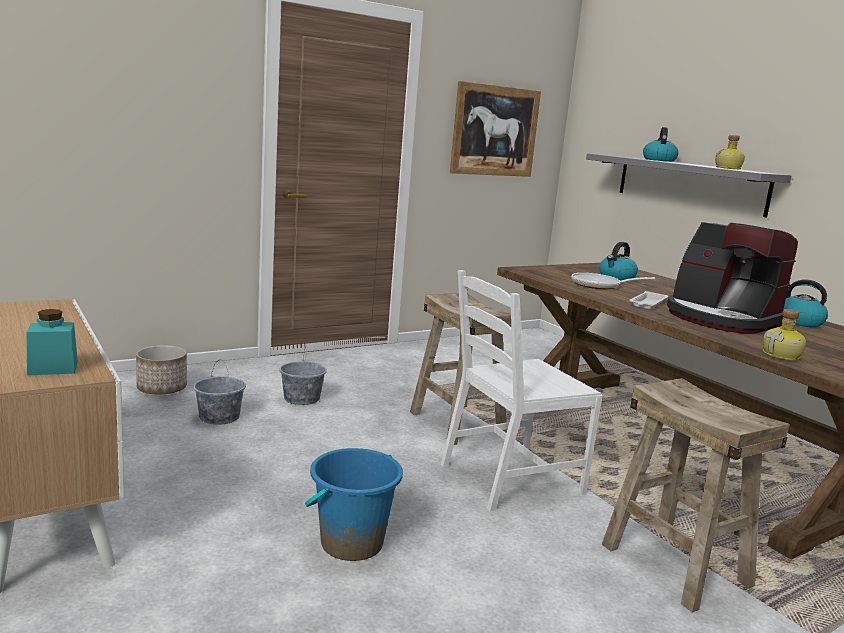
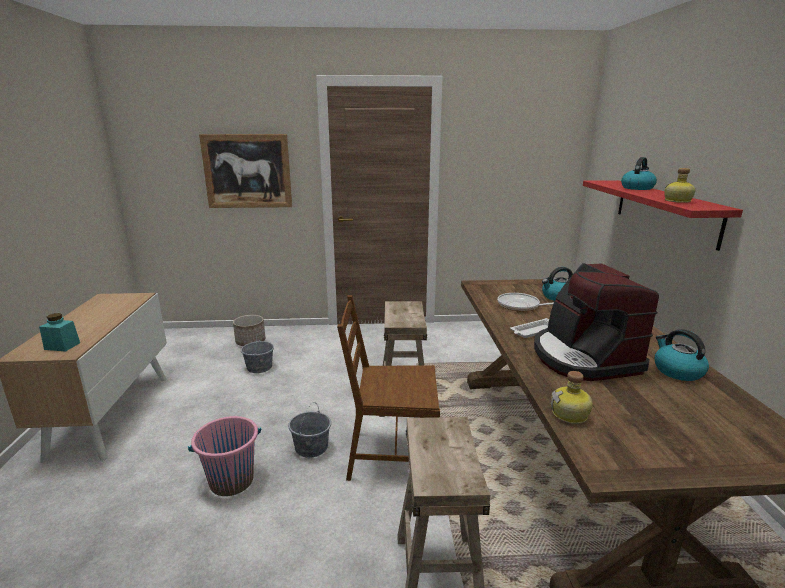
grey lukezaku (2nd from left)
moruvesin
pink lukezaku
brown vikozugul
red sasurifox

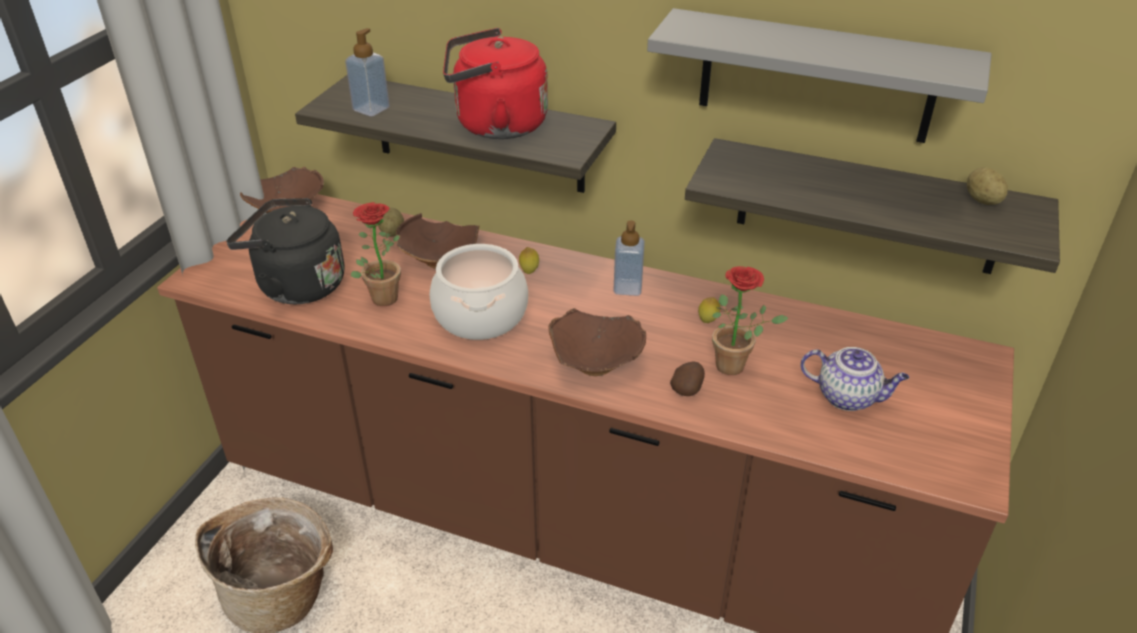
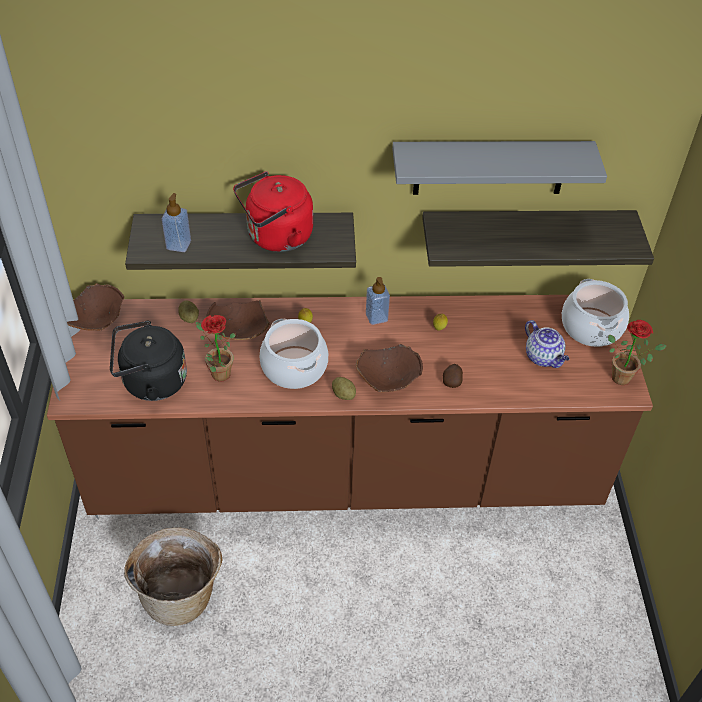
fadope (2nd from left)
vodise (2nd from left)
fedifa (2nd from left)
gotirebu

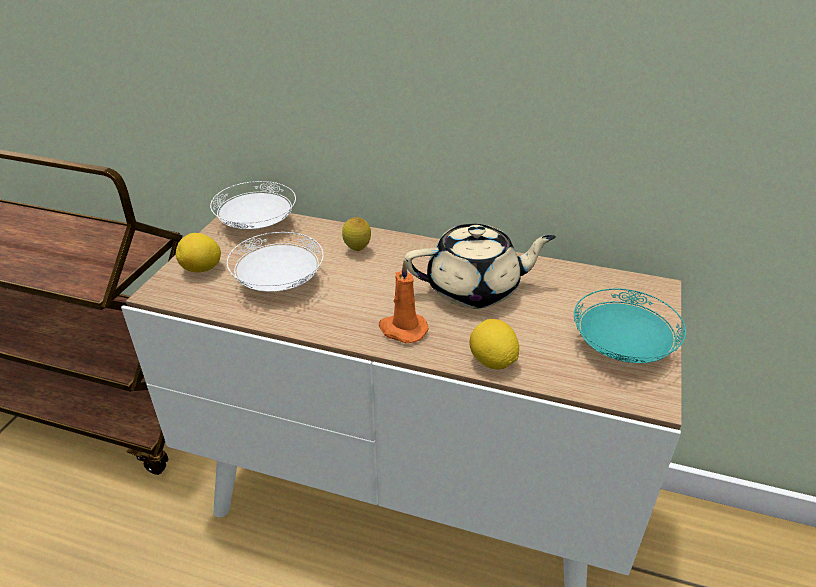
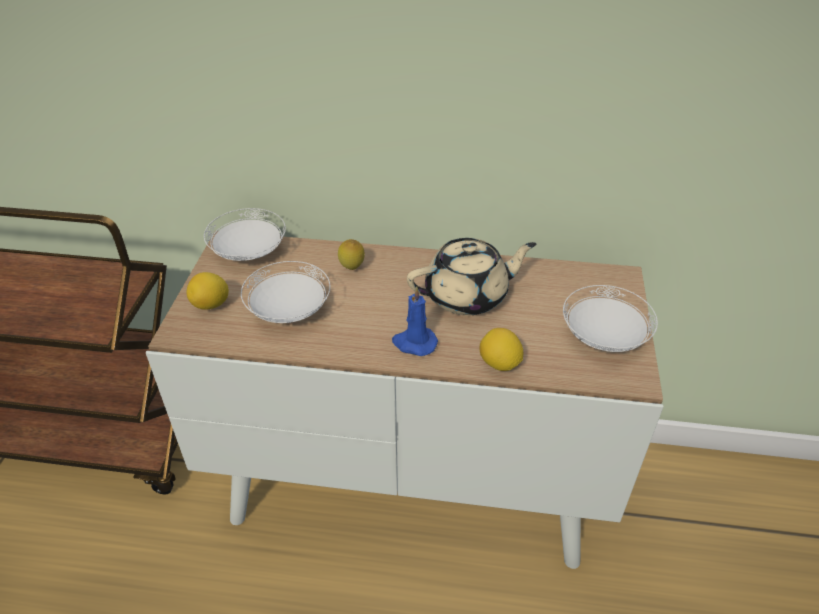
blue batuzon
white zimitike (3rd from left)

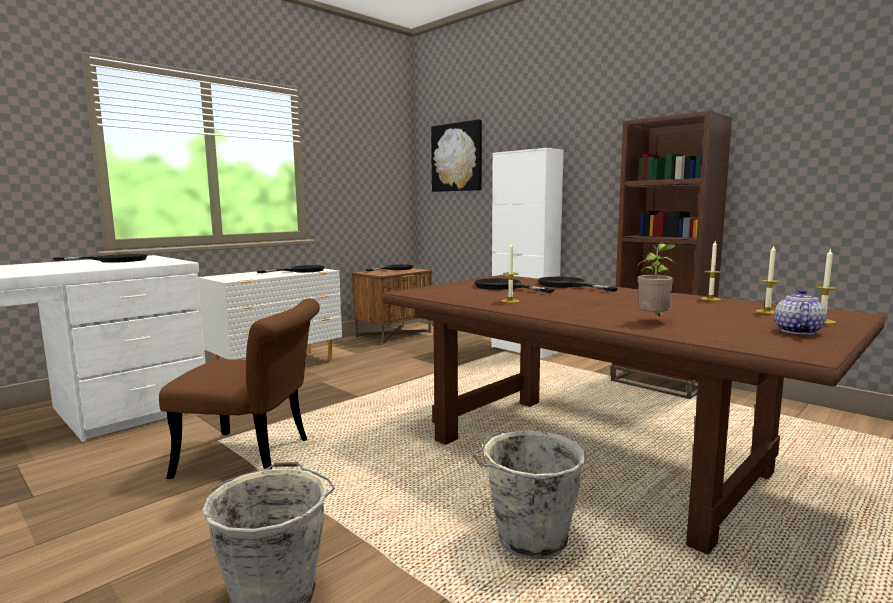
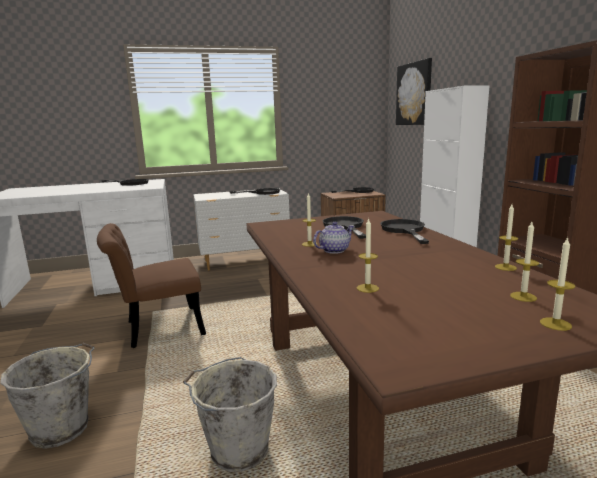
gotirebu
batuzon (2nd from left)
brown vikozugul

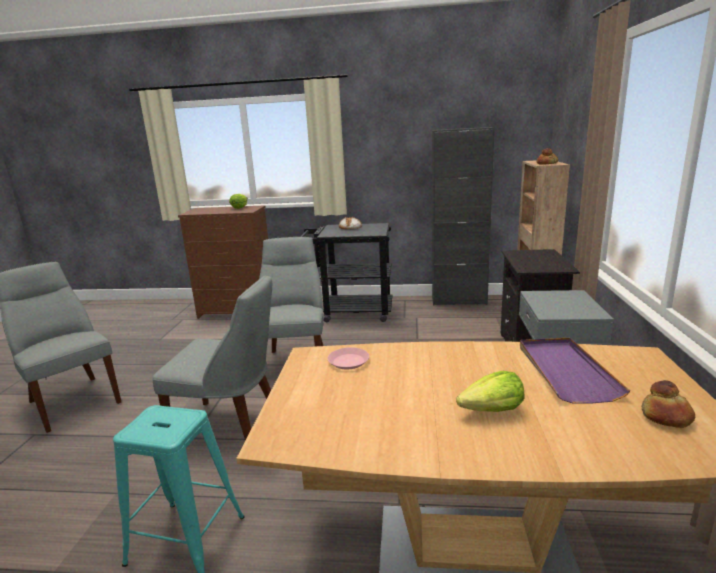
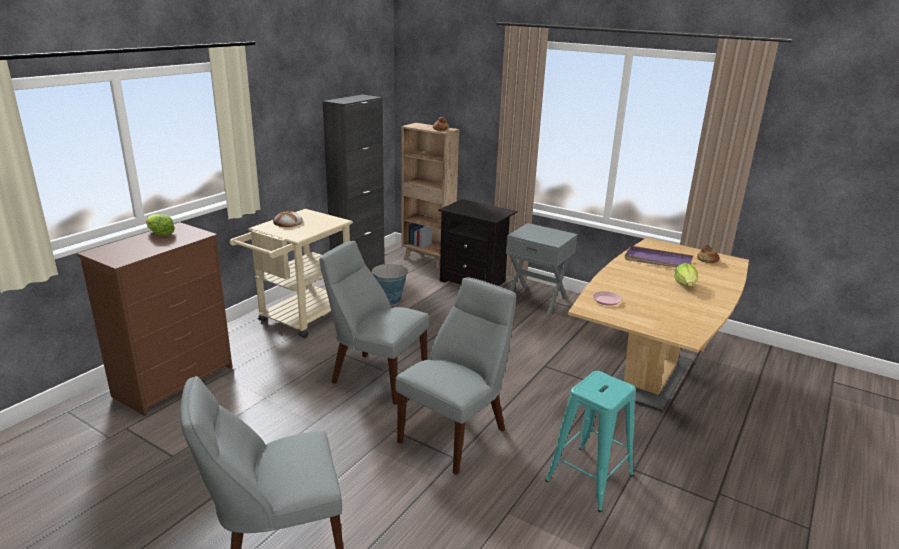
lukezaku
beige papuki

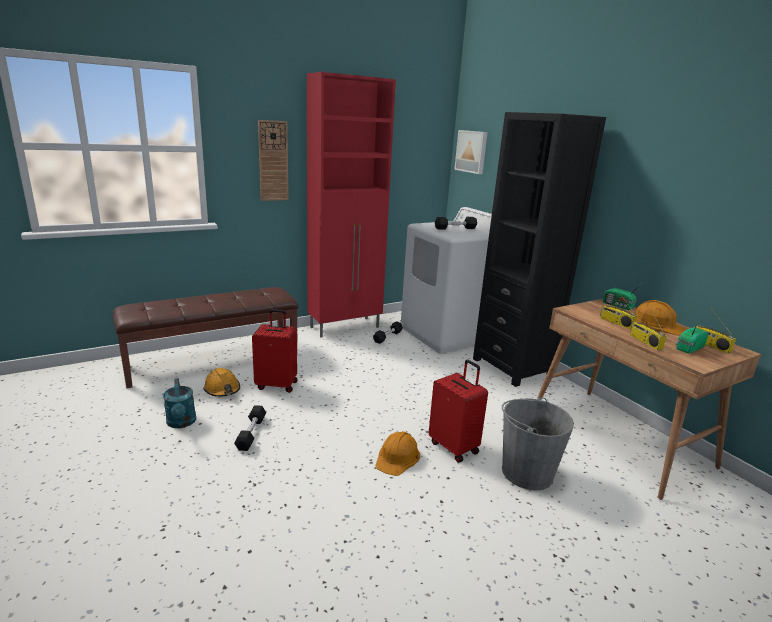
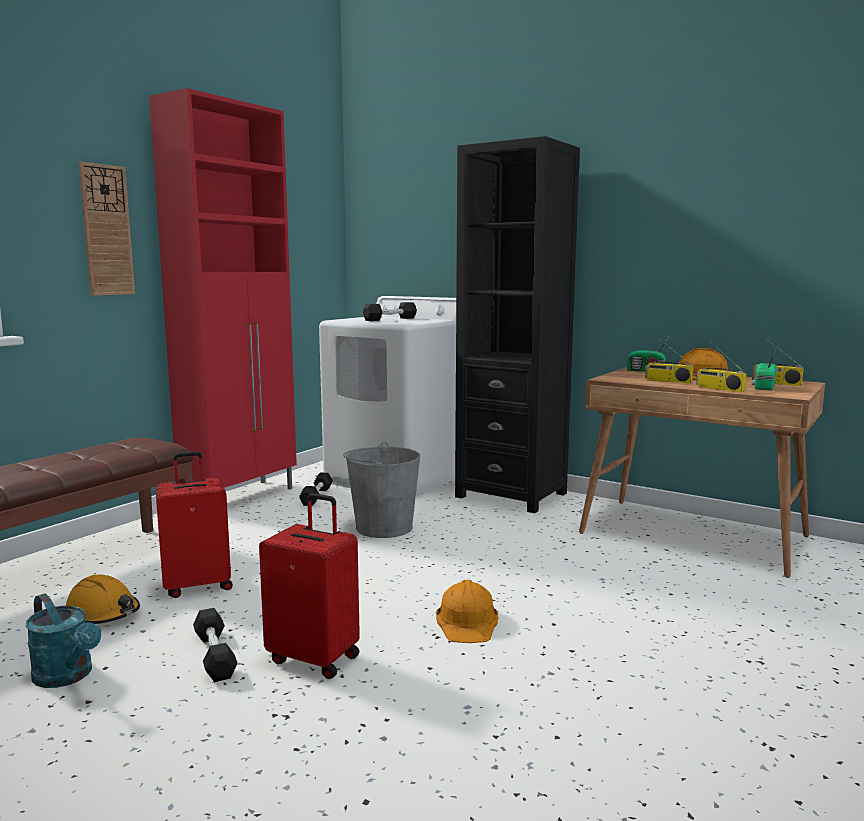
moruvesin
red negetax (2nd from left)
grey lukezaku

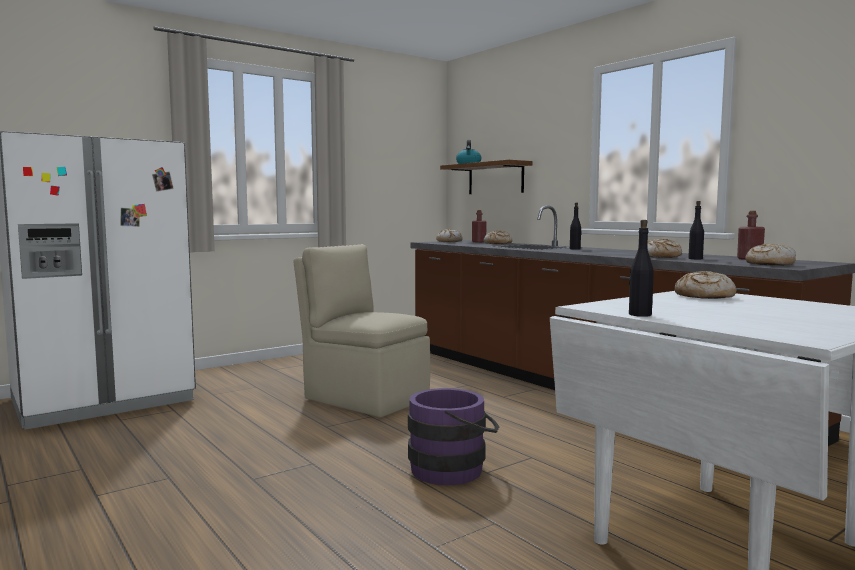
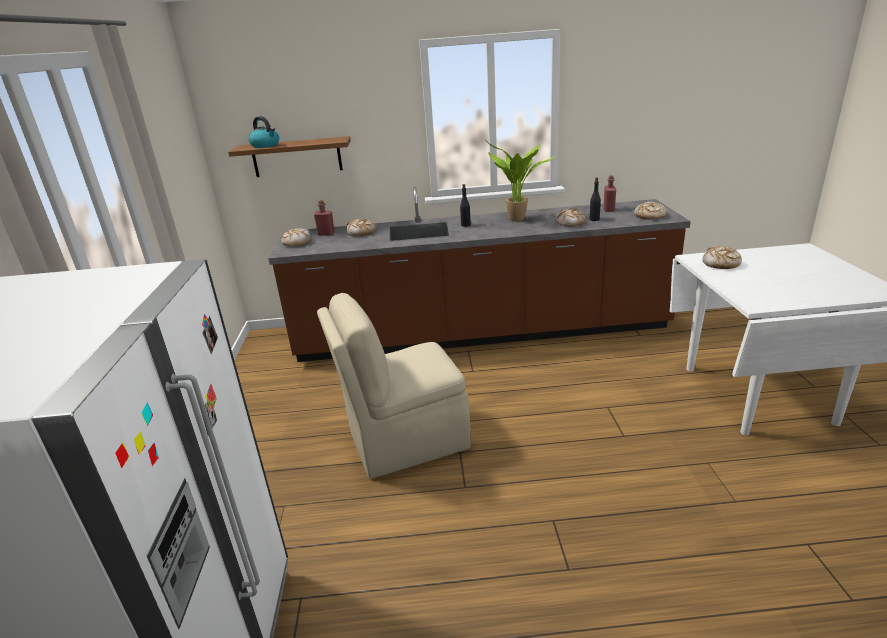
purple lukezaku
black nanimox (2nd from left in the first image)
vodise

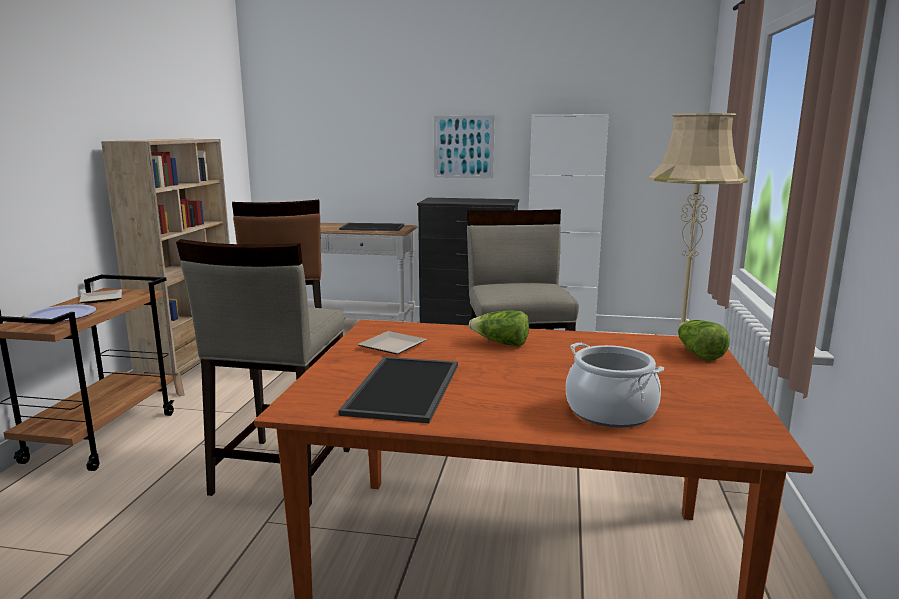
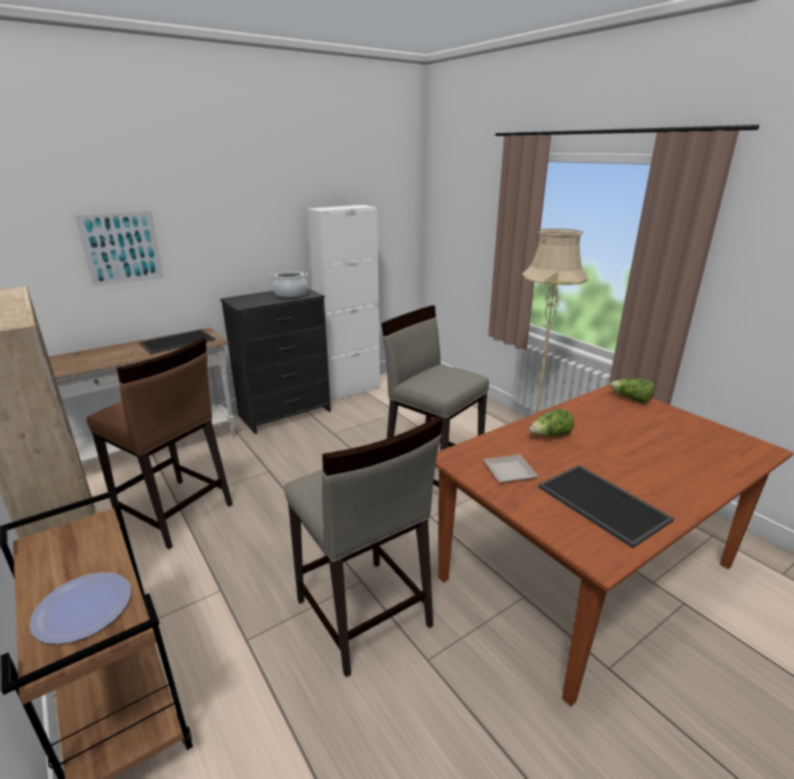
zimitike (2nd from left in the first image)
moruvesin
fadope

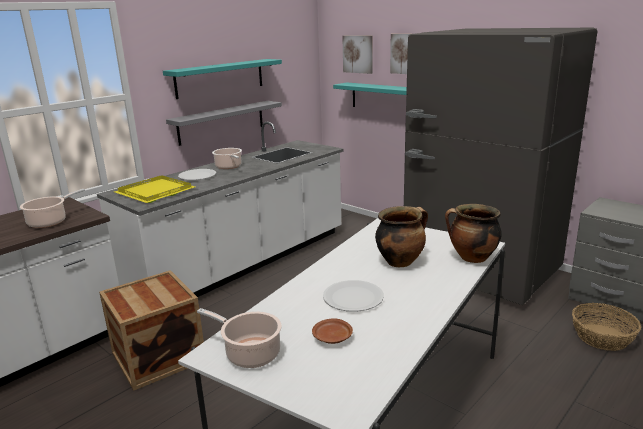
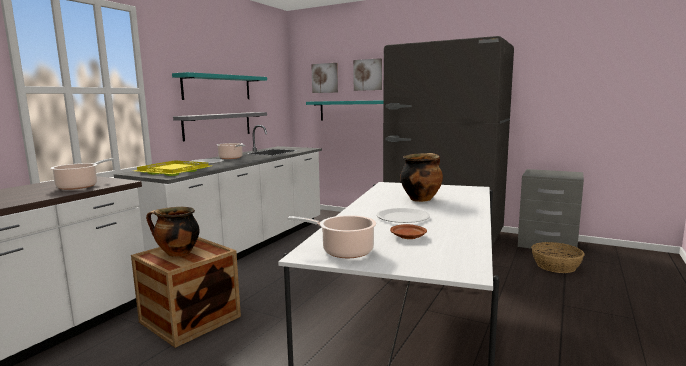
fadope (2nd from left)

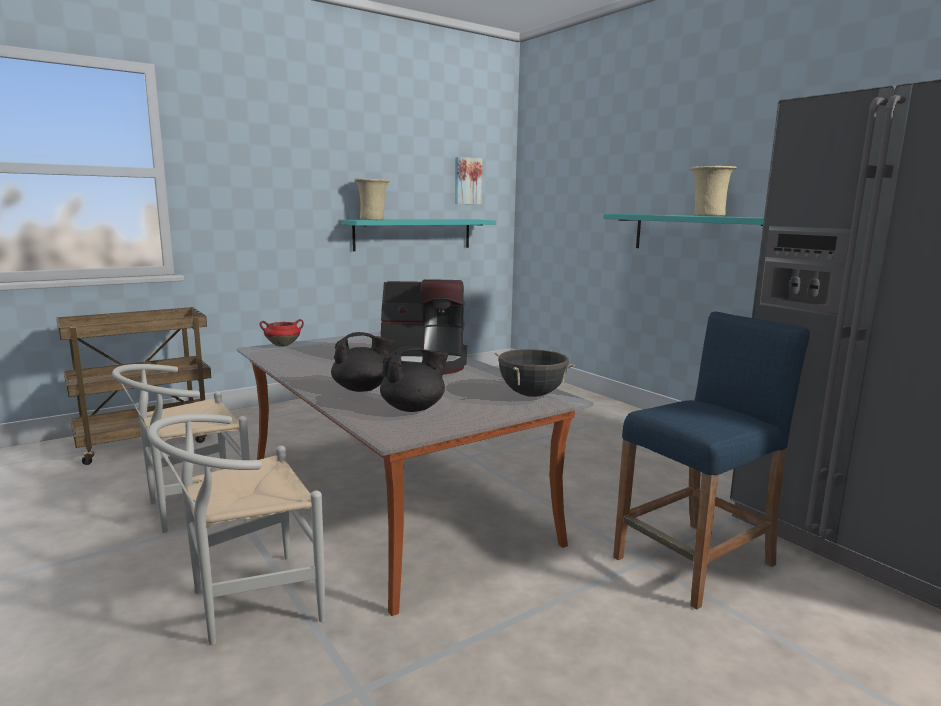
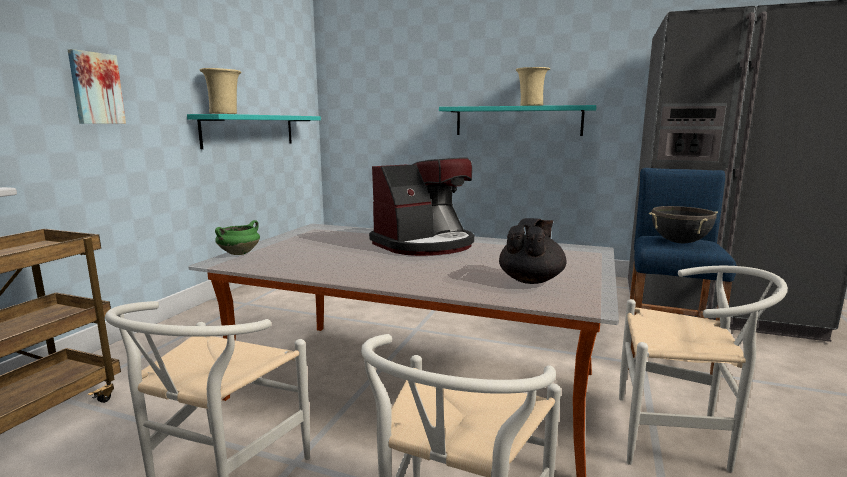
black gotirebu (1st from left in the first image)
white vikozugul (3rd from left)
moruvesin
black fadope
green fadope

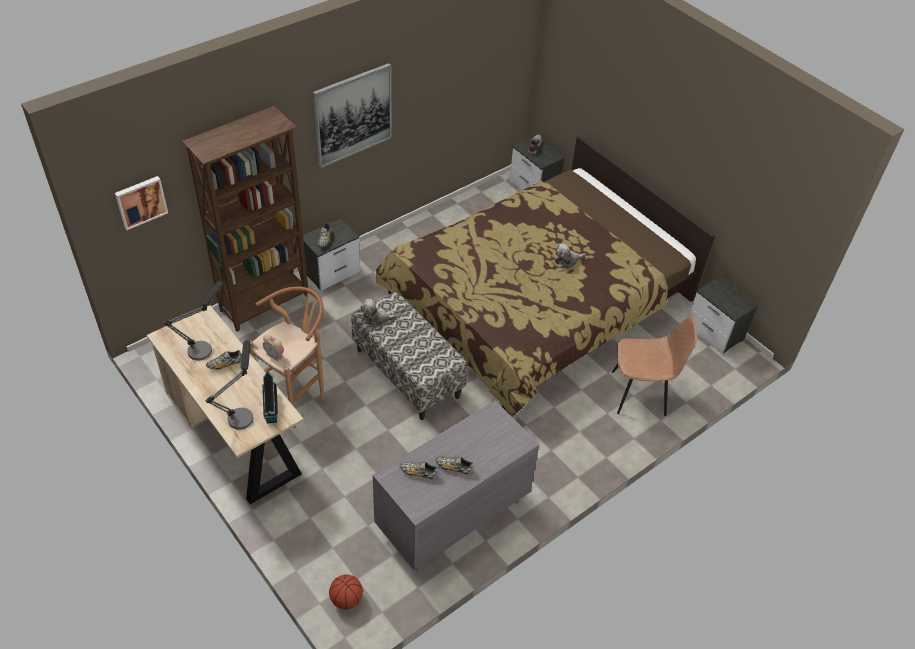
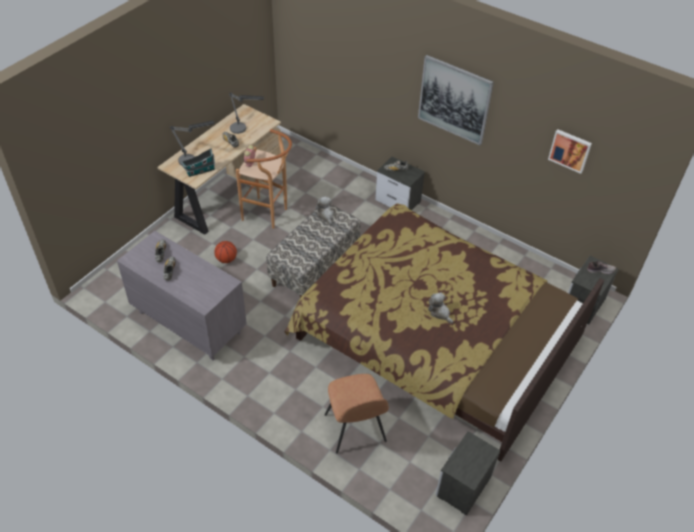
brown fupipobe
moruvesin (2nd from left)
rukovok

